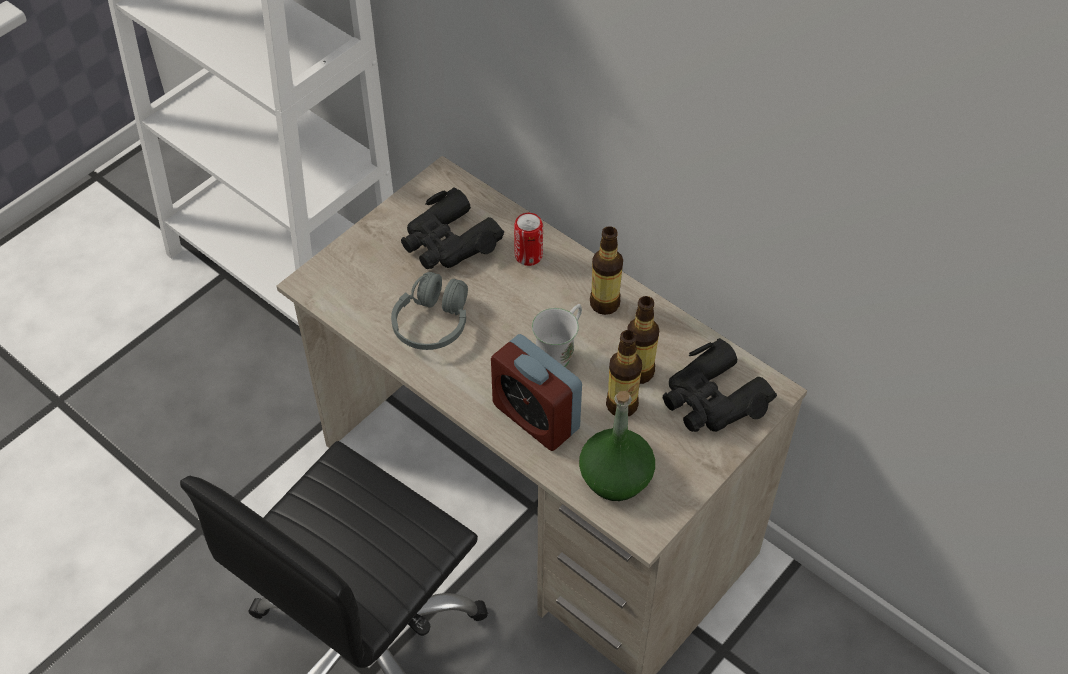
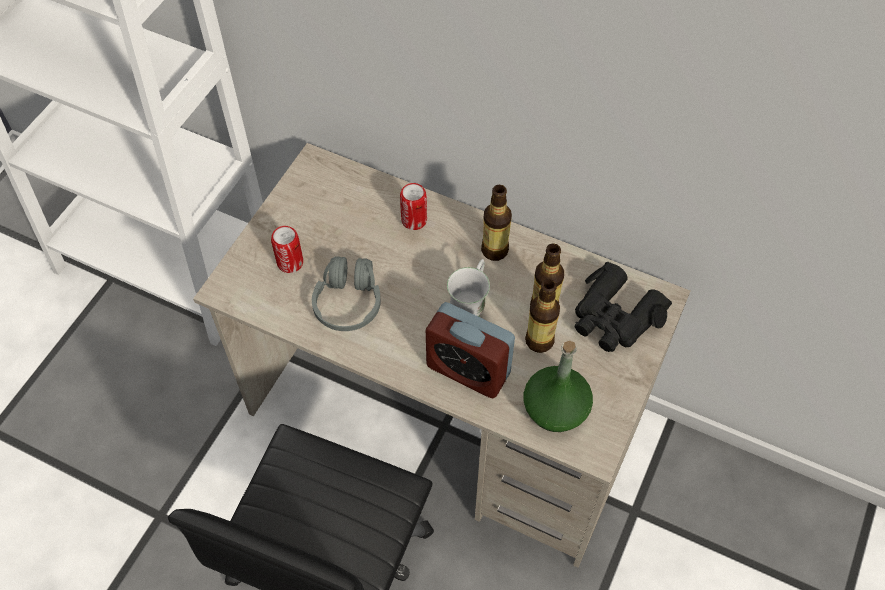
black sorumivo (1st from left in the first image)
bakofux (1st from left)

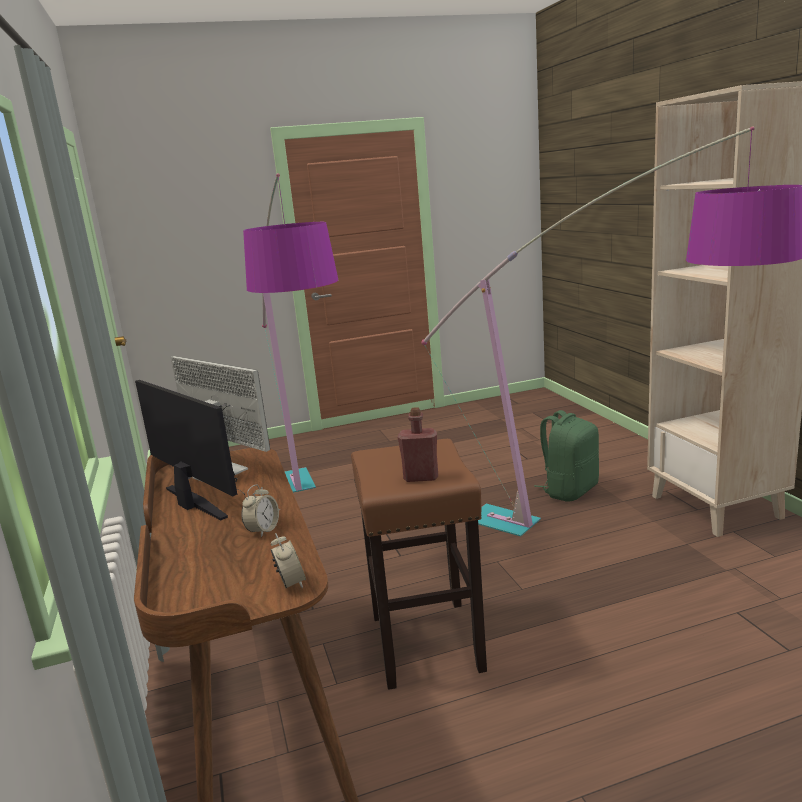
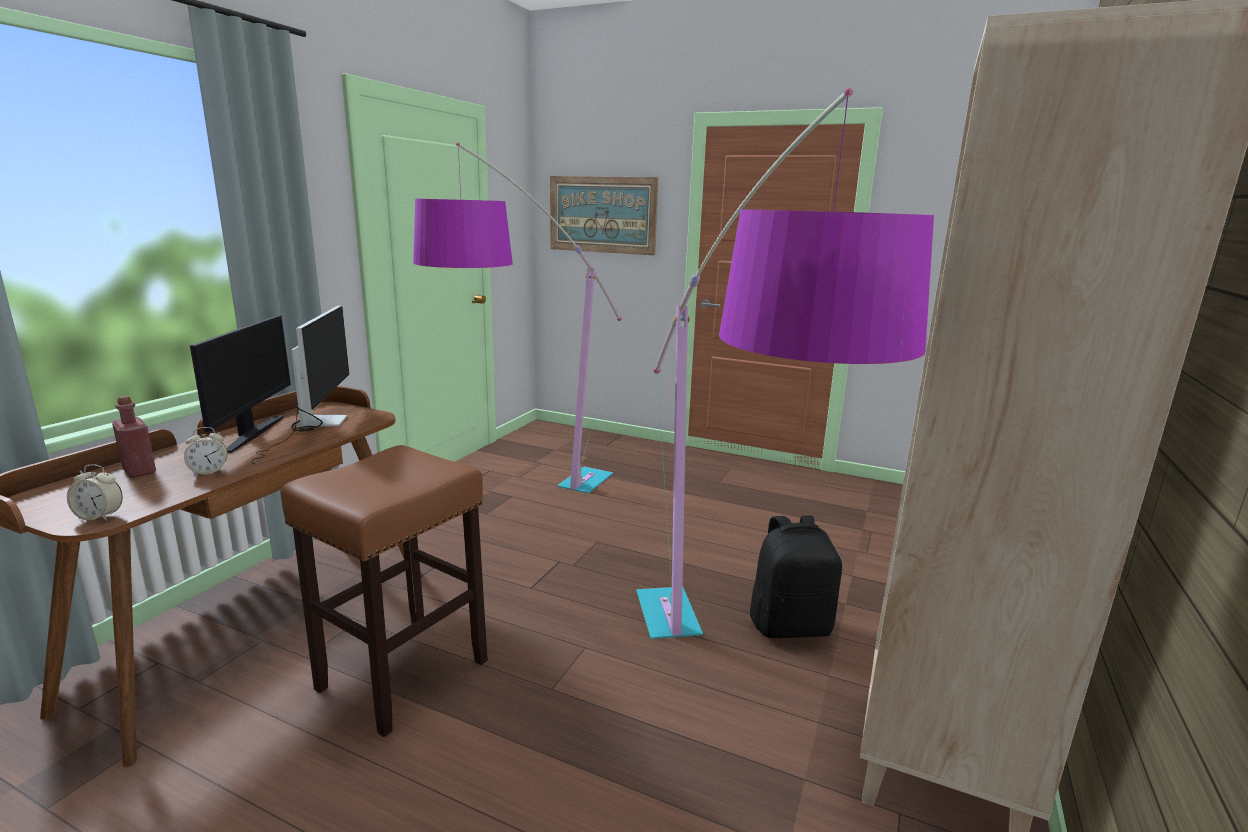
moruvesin
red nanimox
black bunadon
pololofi (1st from left)

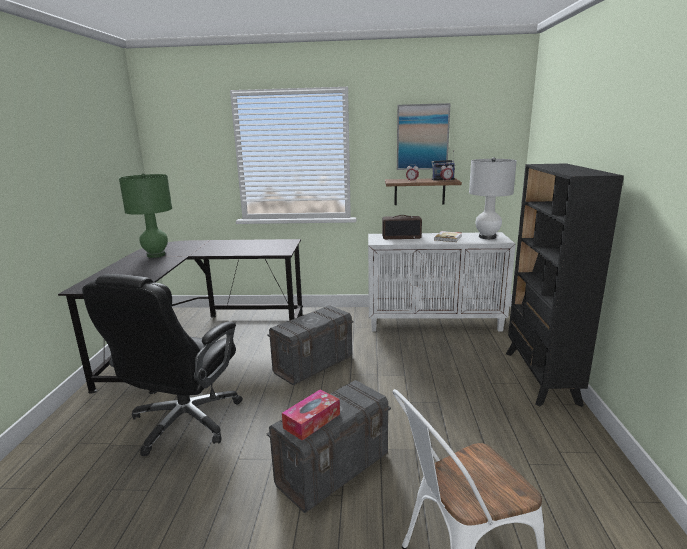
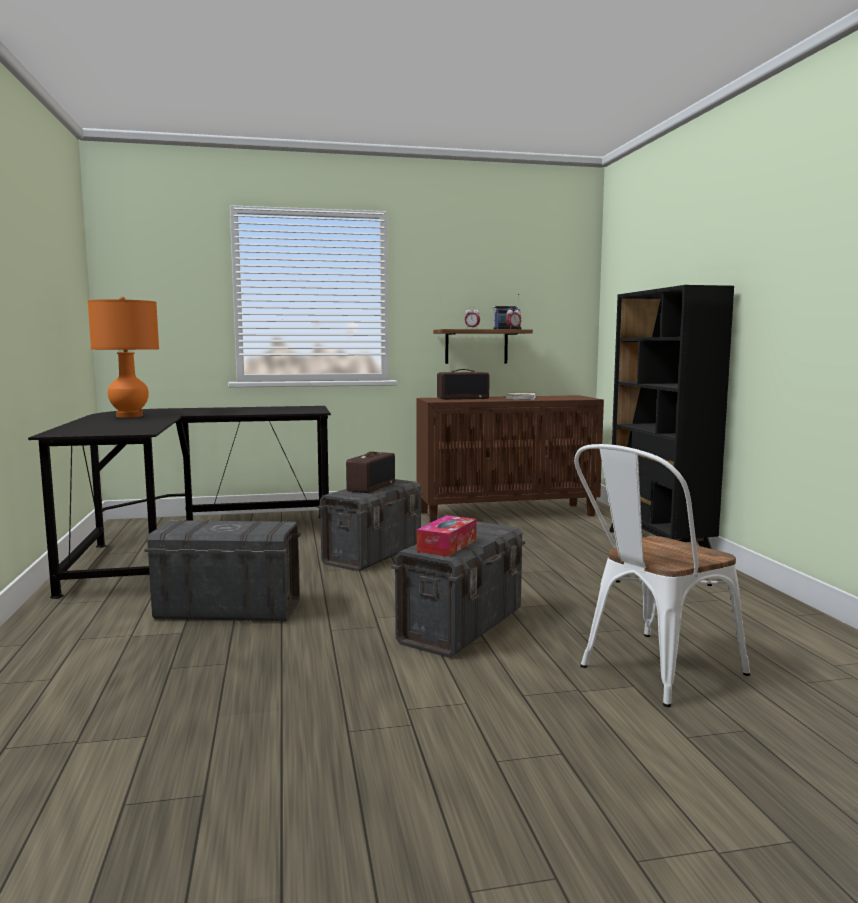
moruvesin
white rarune
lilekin (1st from left)
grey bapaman (1st from left)
orange rarune
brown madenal

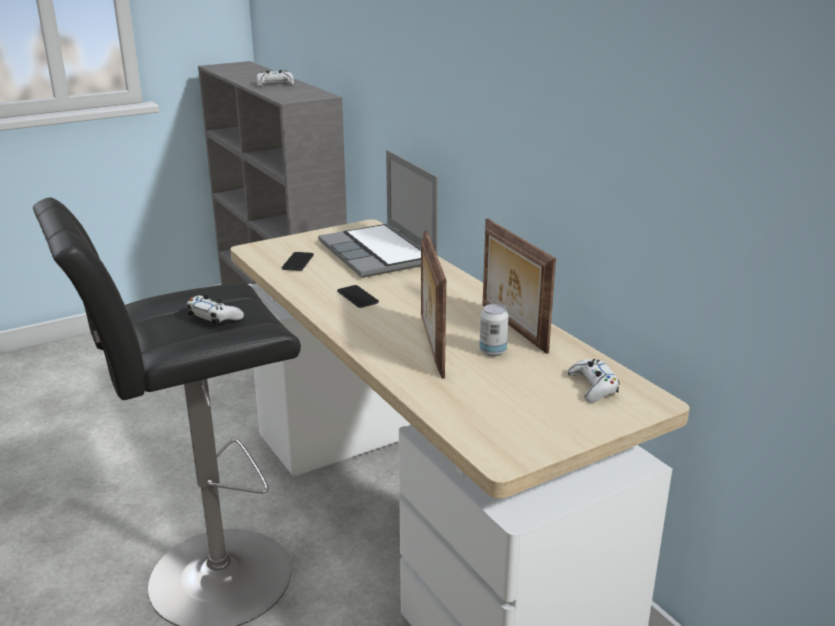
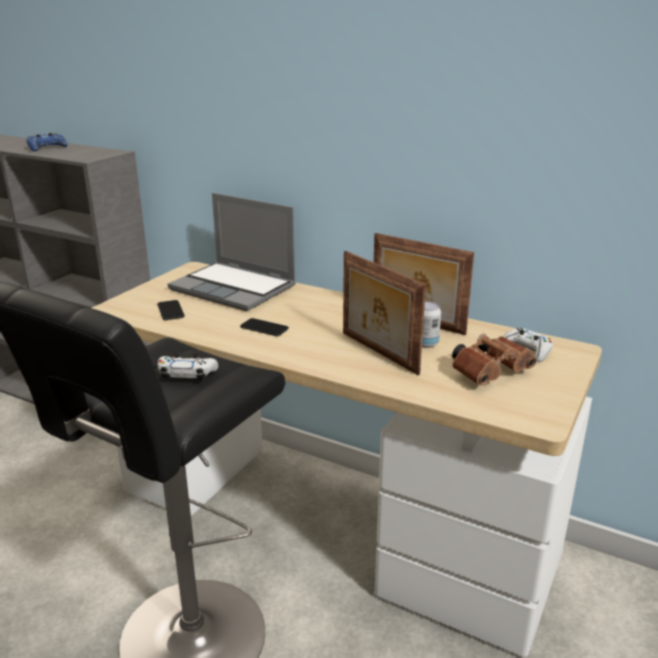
brown sorumivo
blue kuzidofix

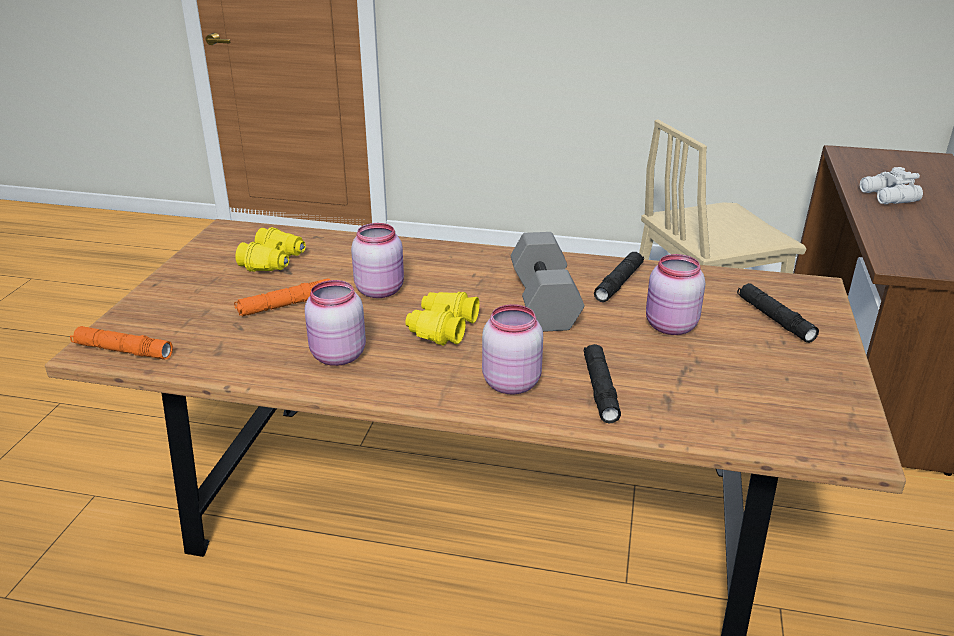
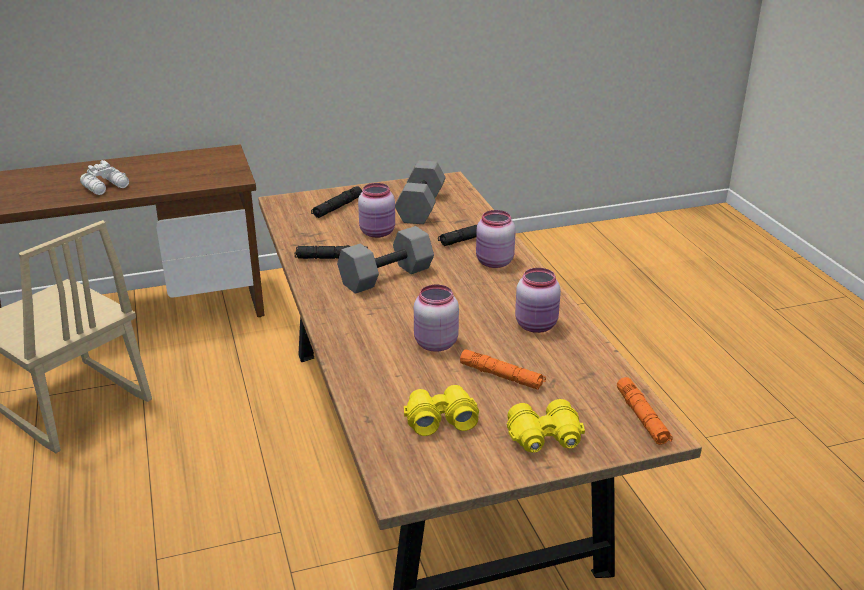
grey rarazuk (2nd from left)
yellow sorumivo (2nd from left)

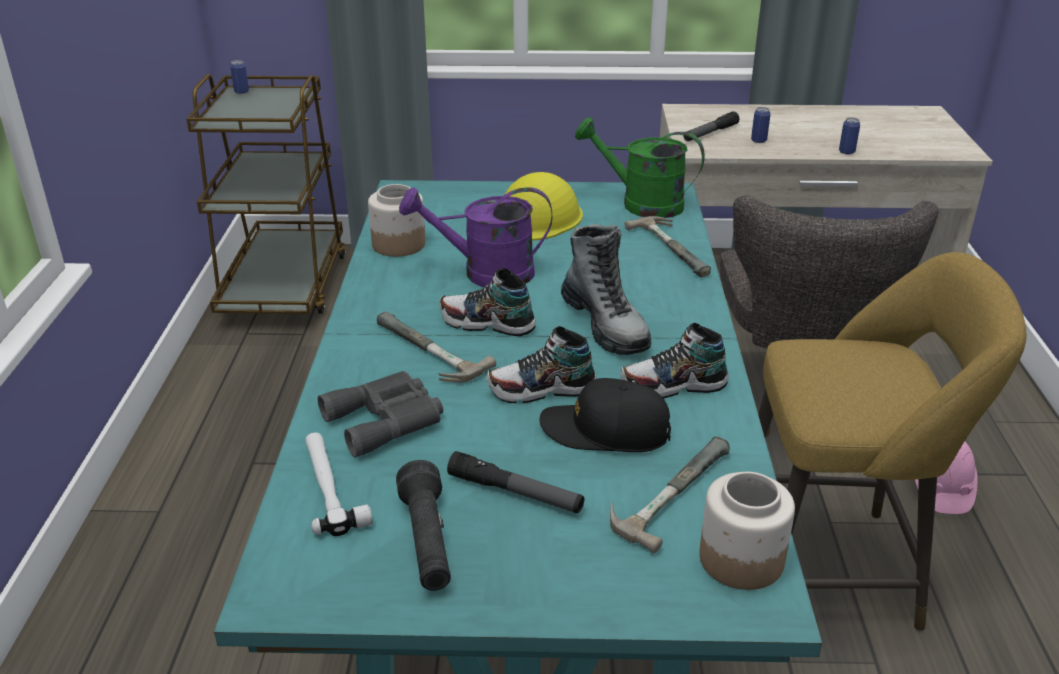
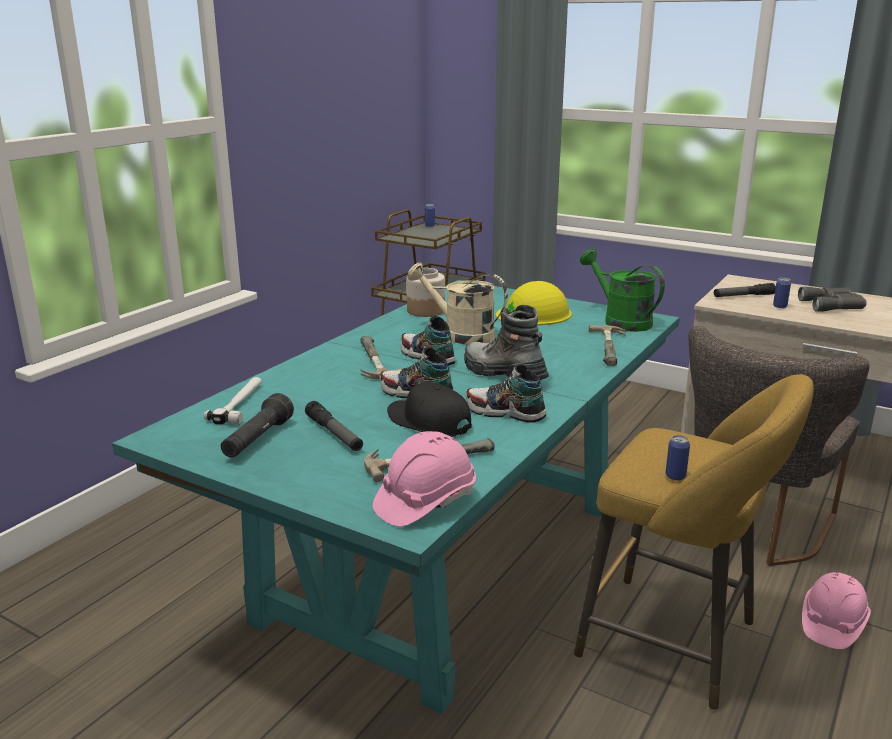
grey sorumivo
bakofux (2nd from left)
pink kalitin (1st from left)
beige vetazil
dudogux

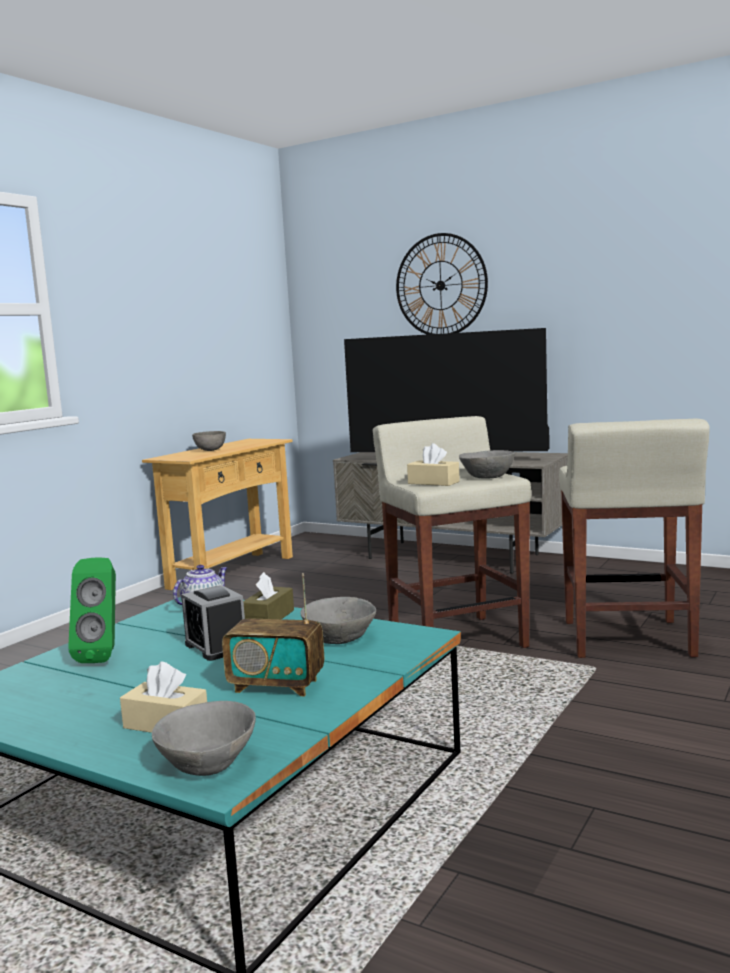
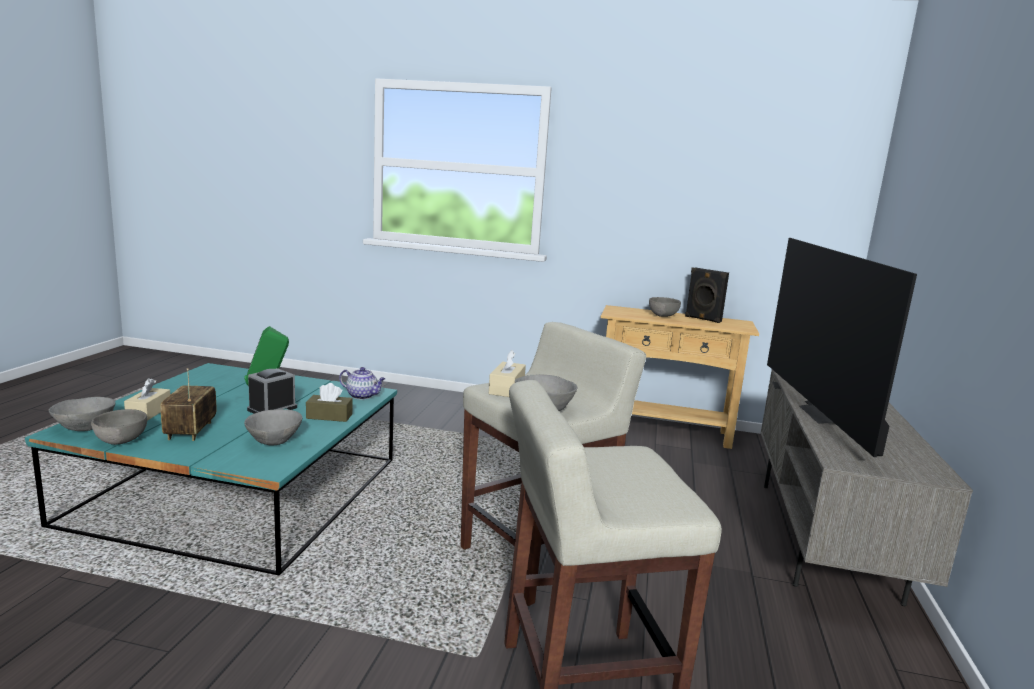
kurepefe
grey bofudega (2nd from left)
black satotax

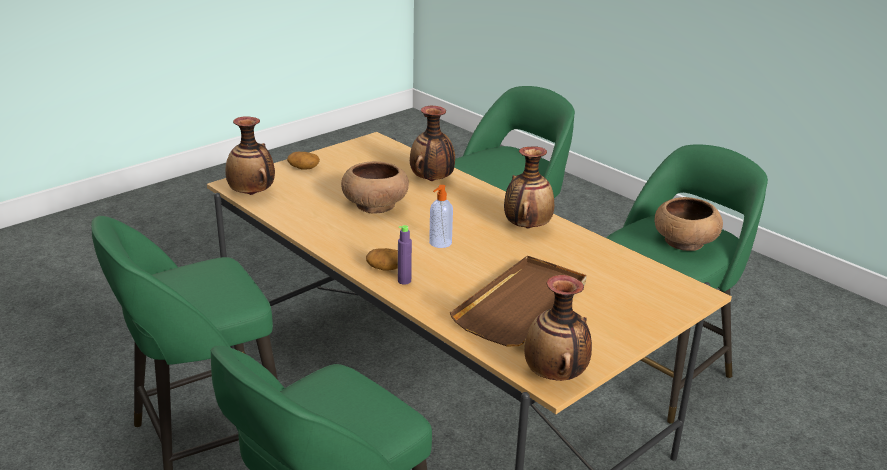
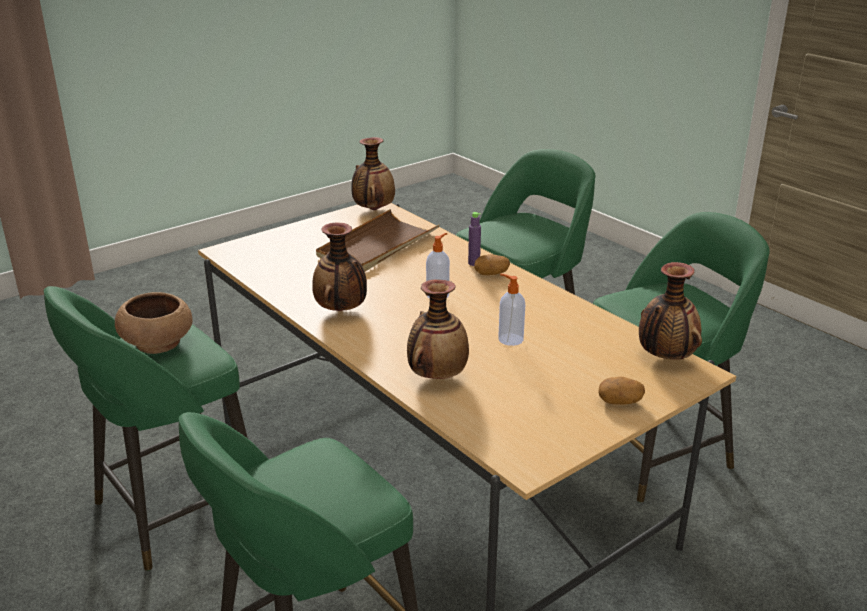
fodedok (2nd from left)

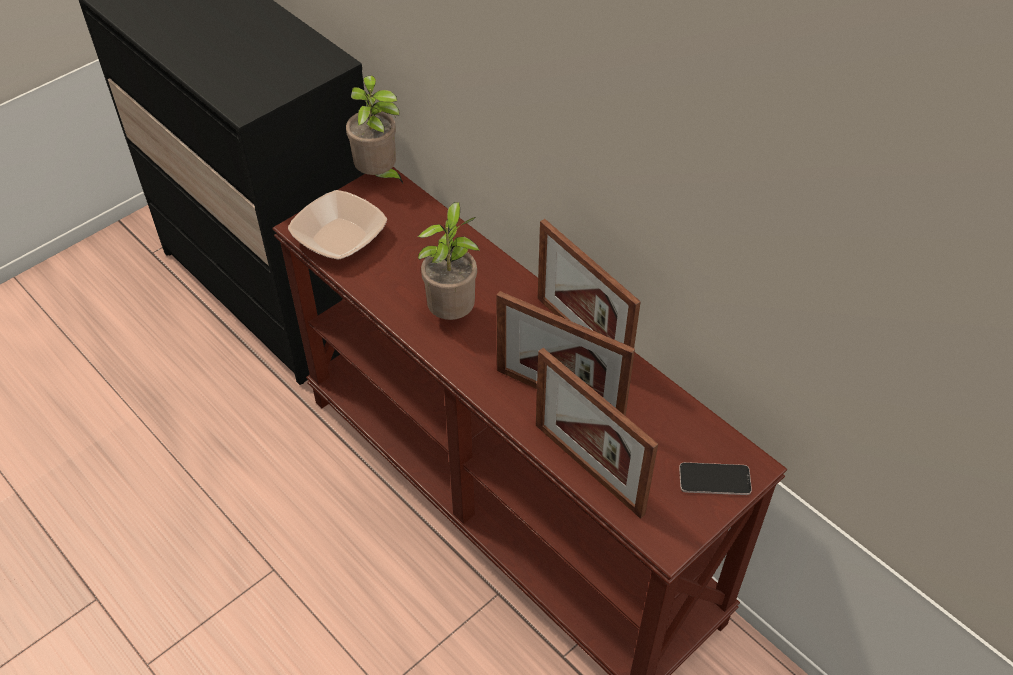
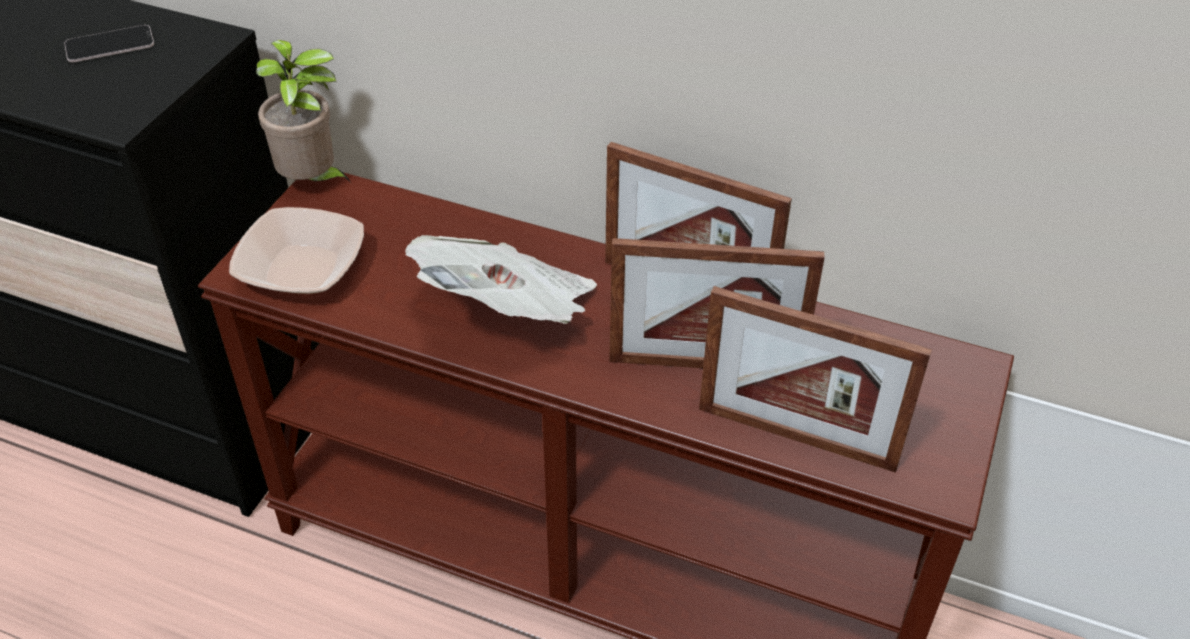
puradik
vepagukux

